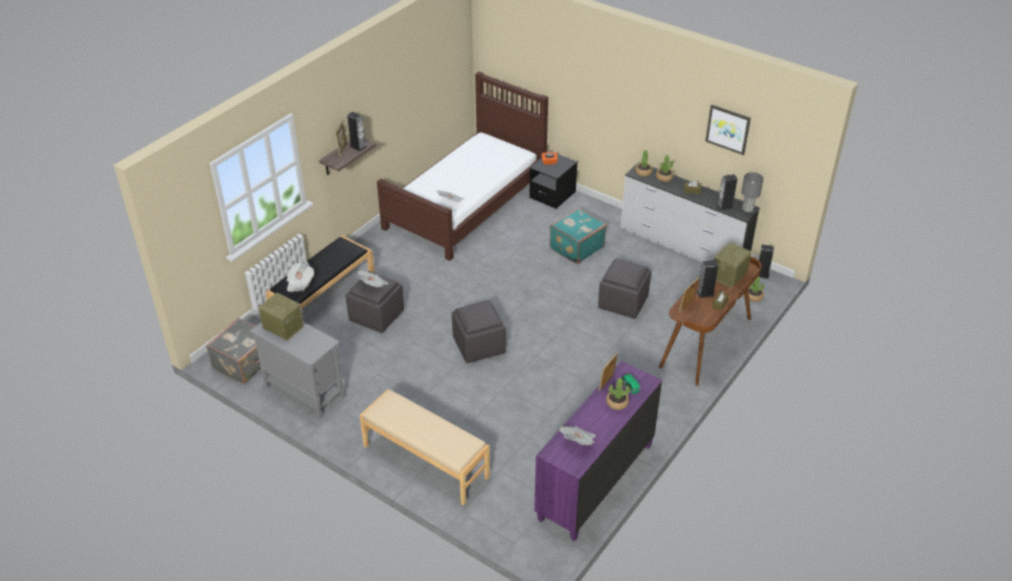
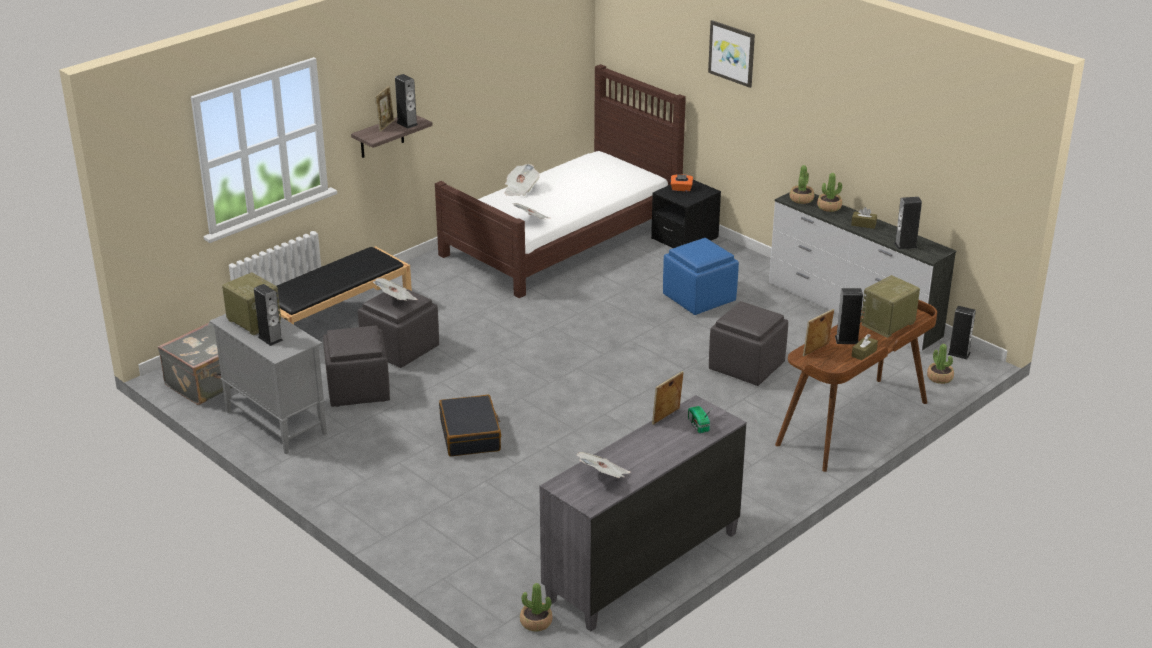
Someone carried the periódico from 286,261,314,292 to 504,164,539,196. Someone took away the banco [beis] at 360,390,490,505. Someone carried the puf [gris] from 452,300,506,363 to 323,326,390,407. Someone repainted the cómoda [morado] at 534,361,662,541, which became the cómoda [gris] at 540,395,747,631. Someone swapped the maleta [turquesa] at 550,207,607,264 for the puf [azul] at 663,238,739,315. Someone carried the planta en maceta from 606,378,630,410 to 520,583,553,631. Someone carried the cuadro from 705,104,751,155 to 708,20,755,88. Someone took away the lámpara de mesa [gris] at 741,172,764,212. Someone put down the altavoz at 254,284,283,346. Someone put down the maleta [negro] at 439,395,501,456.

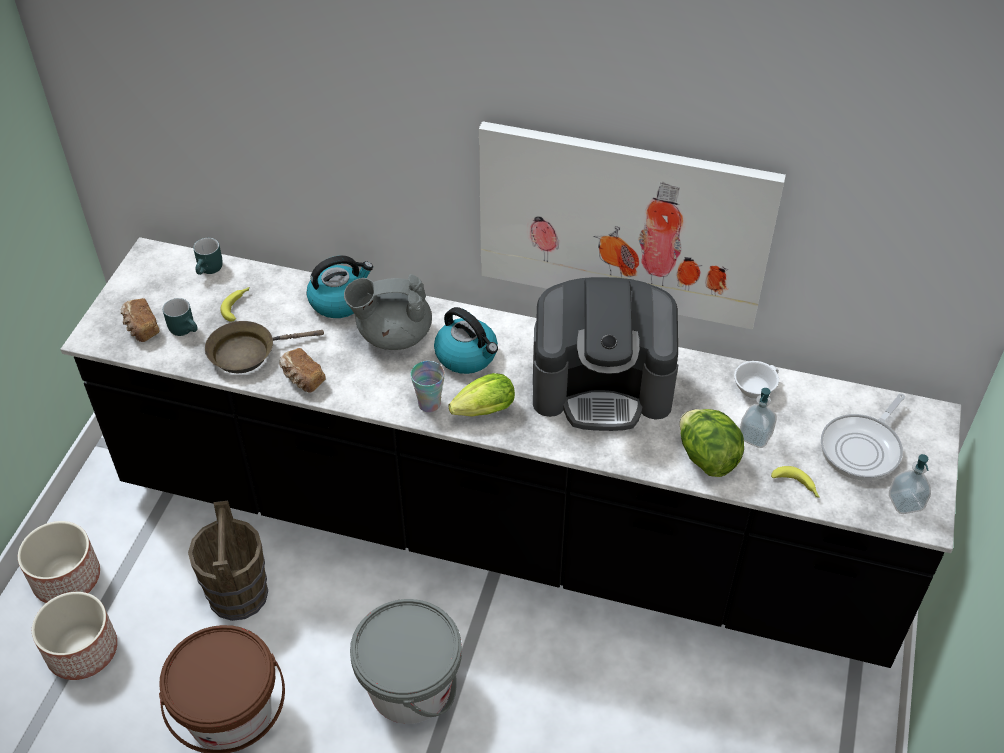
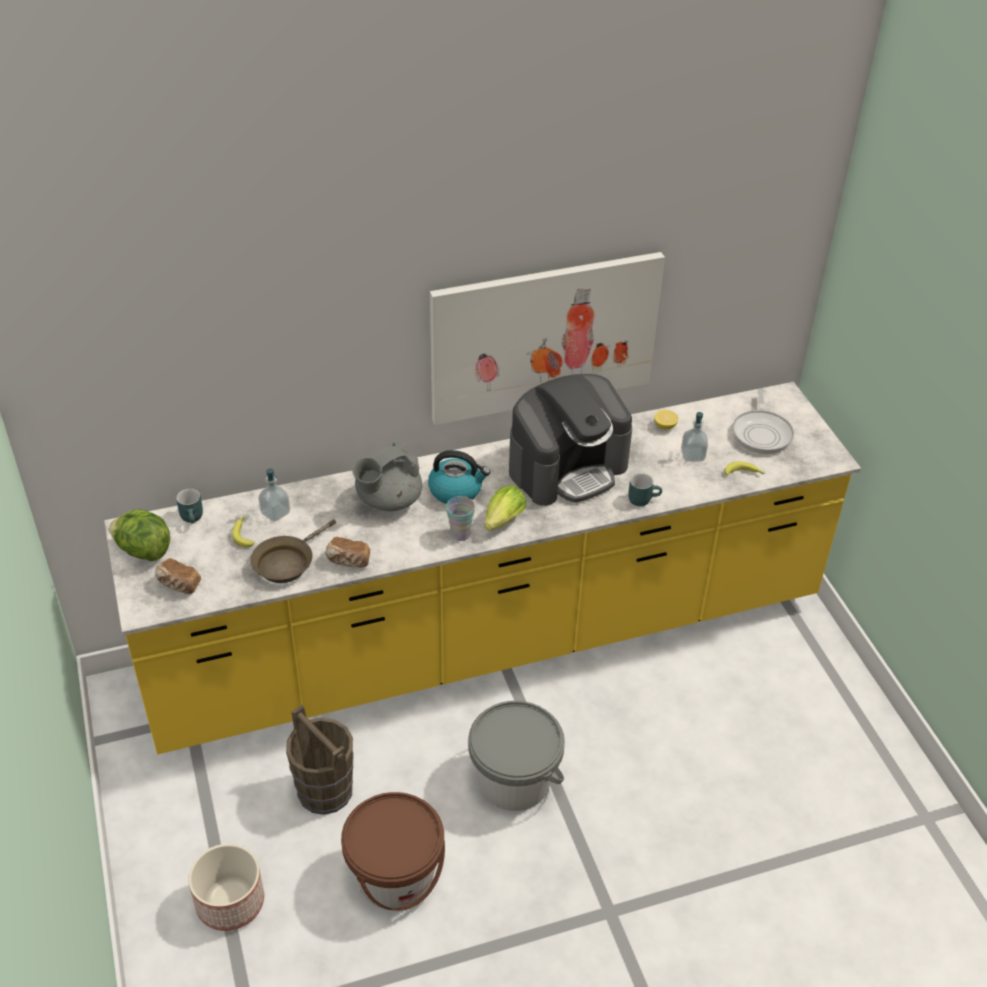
Someone took away the maceta at 18,521,100,603. Someone repainted the mueble bajo de cocina [negro] at 60,237,961,668, which became the mueble bajo de cocina [amarillo] at 104,382,861,754. Someone carried the taza grande [turquesa] from 163,298,198,336 to 628,473,662,506. Someone took away the hervidor at 307,255,373,318. Someone carried the lechuga from 680,409,744,477 to 109,509,170,561. Someone swapped the taza [blanco] at 734,361,779,400 for the limón at 654,410,679,430. Someone carried the dispensador de jabón from 889,454,931,514 to 258,468,290,522.

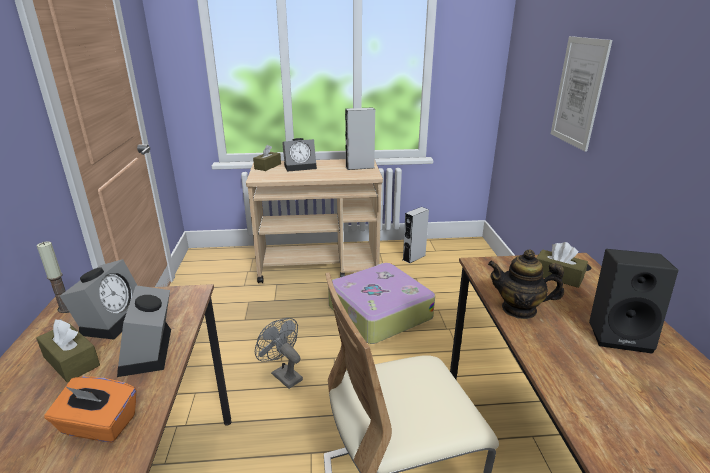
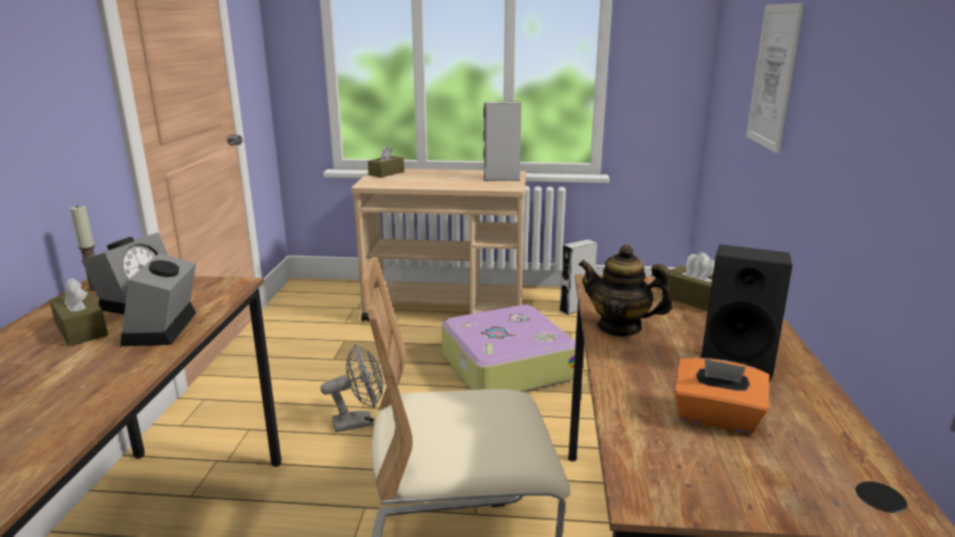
Someone carried the caja de pañuelos [naranja] from 45,376,136,442 to 674,357,770,434. Someone rotated the ventilador [gris] at 255,318,303,389 by 105 degrees clockwise. Someone took away the despertador at 282,138,317,172.

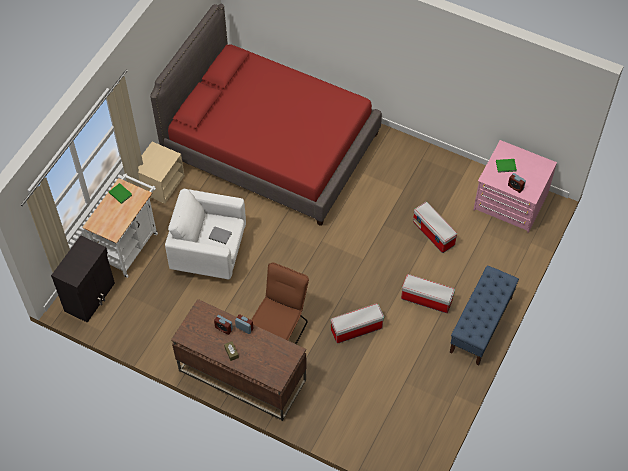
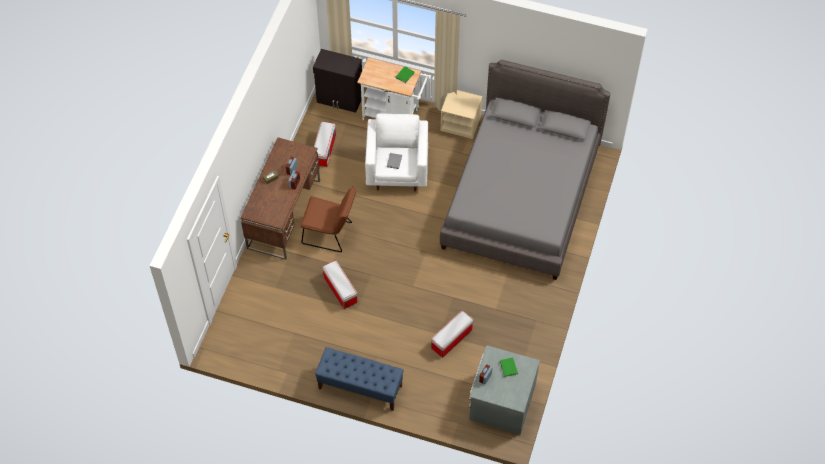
Someone repainted the cama [rojo] at 150,4,382,226, which became the cama [gris] at 440,60,611,280. Someone carried the caja de almacenaje from 401,274,455,313 to 314,122,336,167. Someone repainted the cómoda [rosa] at 474,140,557,233, which became the cómoda [gris] at 469,345,540,435.

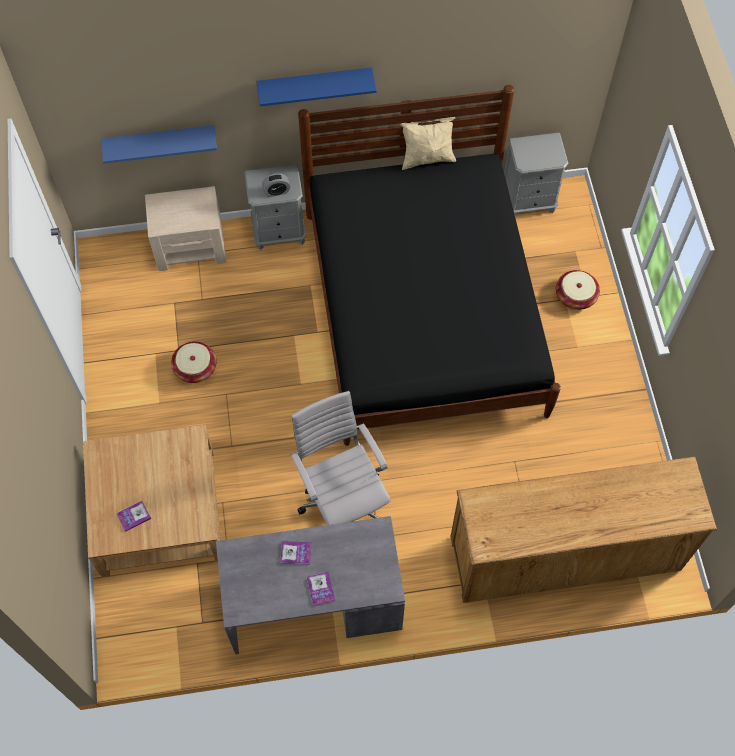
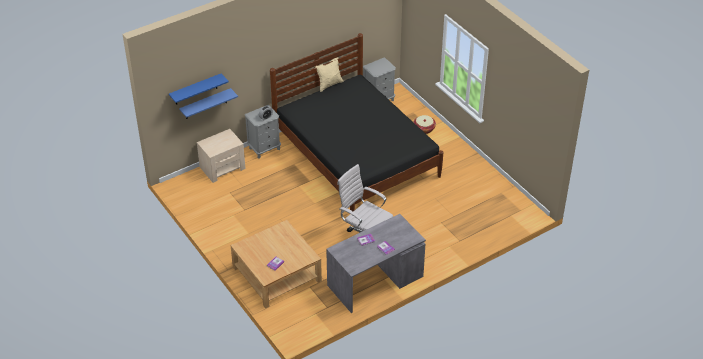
Someone took away the cesta at 171,341,217,383. Someone carried the estante [azul] from 256,67,377,106 to 169,74,229,105. Someone took away the cómoda [marrón] at 450,456,717,603.

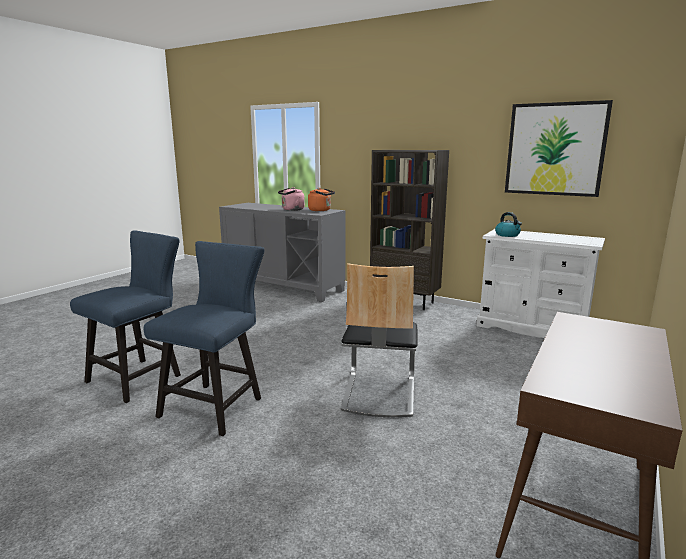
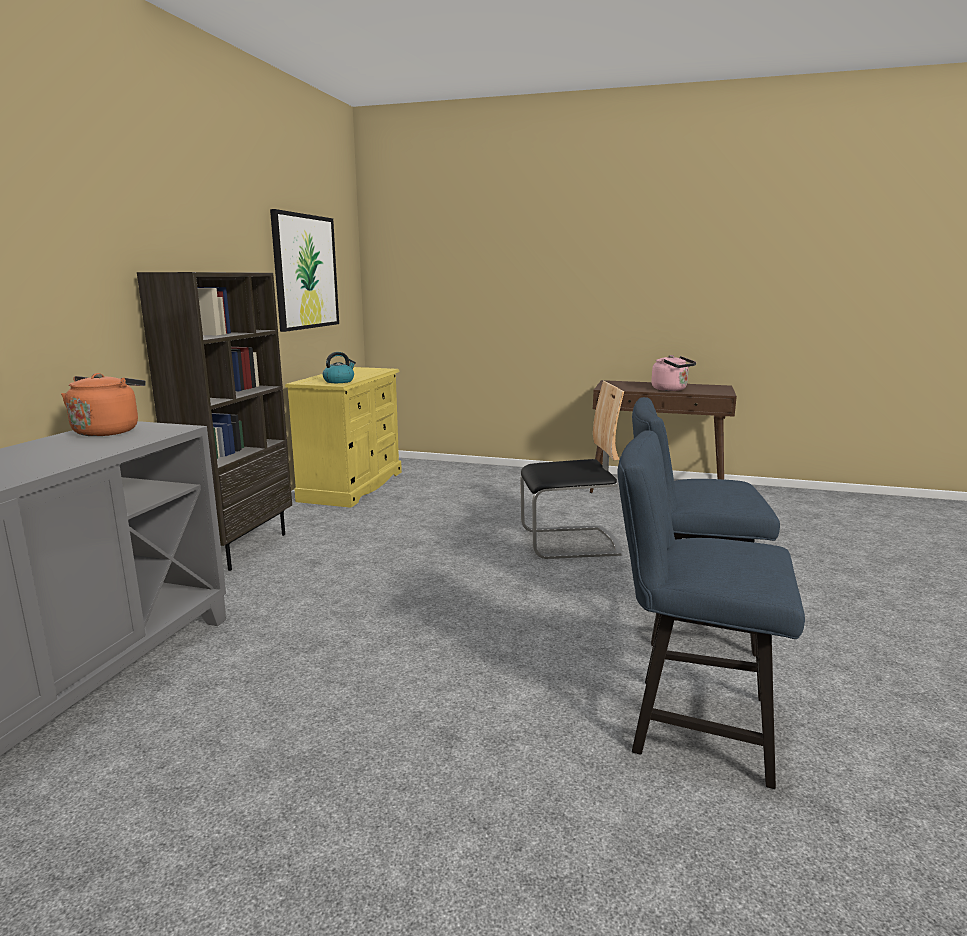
Someone carried the hervidor [rosa] from 278,187,305,211 to 651,355,696,391. Someone repainted the cómoda [blanco] at 476,229,605,338, which became the cómoda [amarillo] at 285,367,402,508.

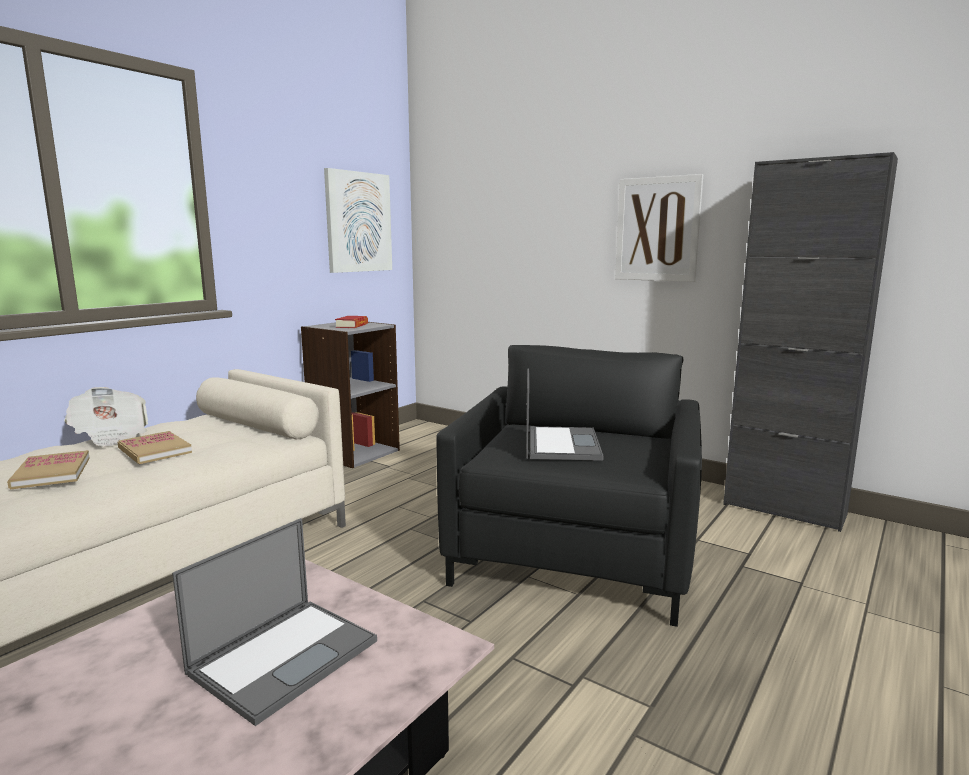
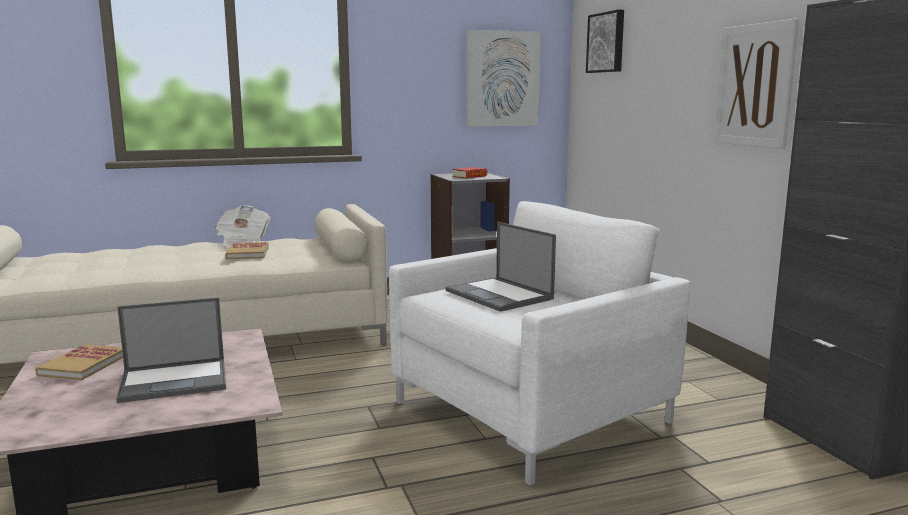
Someone carried the libro from 7,450,90,490 to 35,344,123,380. Someone repainted the sillón [negro] at 436,345,702,627, which became the sillón [blanco] at 389,201,691,485. Someone rotated the portátil at 526,369,604,461 by 105 degrees clockwise. Someone put up the cuadro at 586,9,624,73.

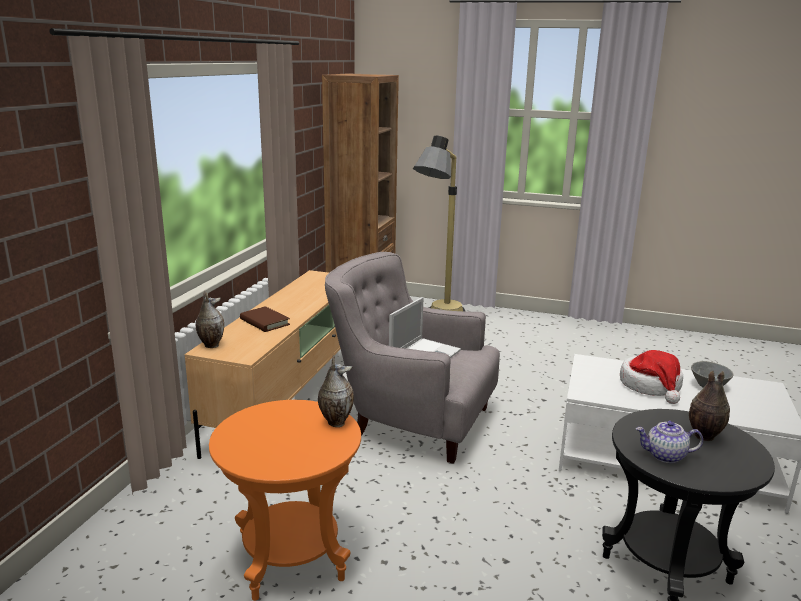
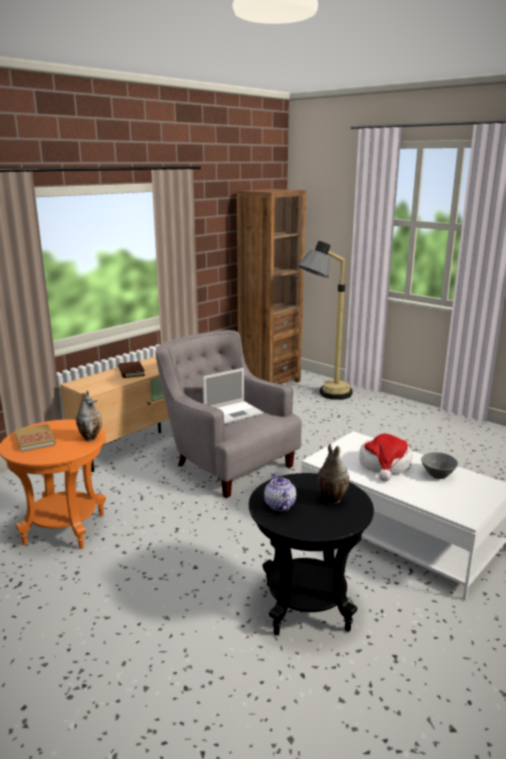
Someone took away the florero at 196,291,224,348. Someone rotated the tetera at 636,421,703,463 by 45 degrees clockwise. Someone put down the libro at 15,424,56,452.

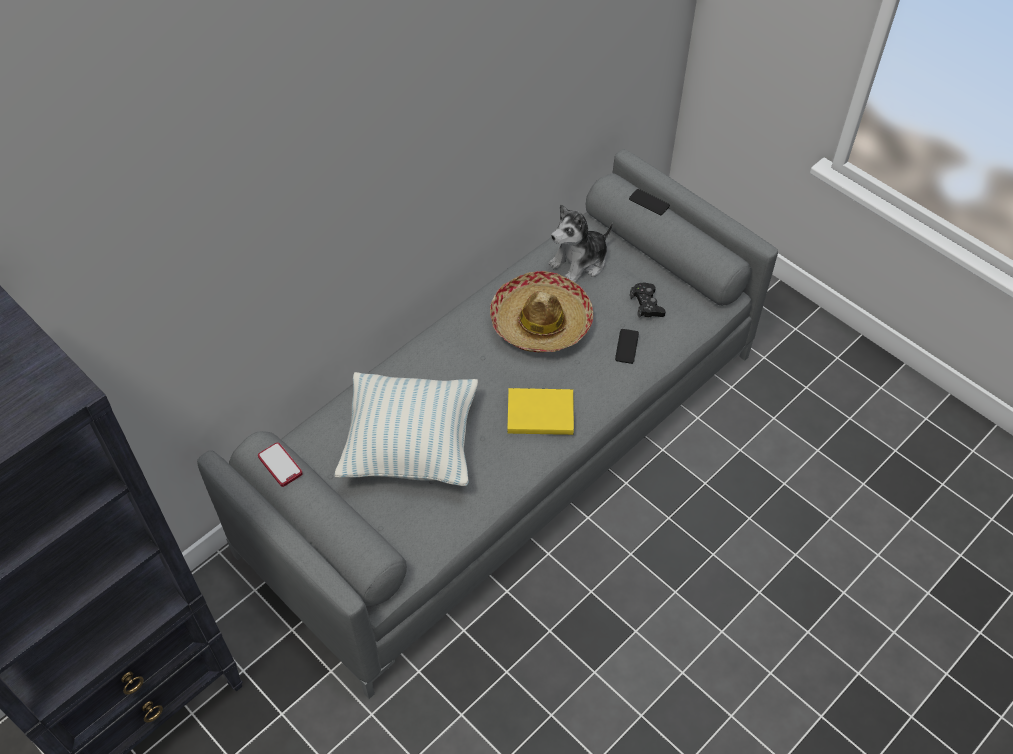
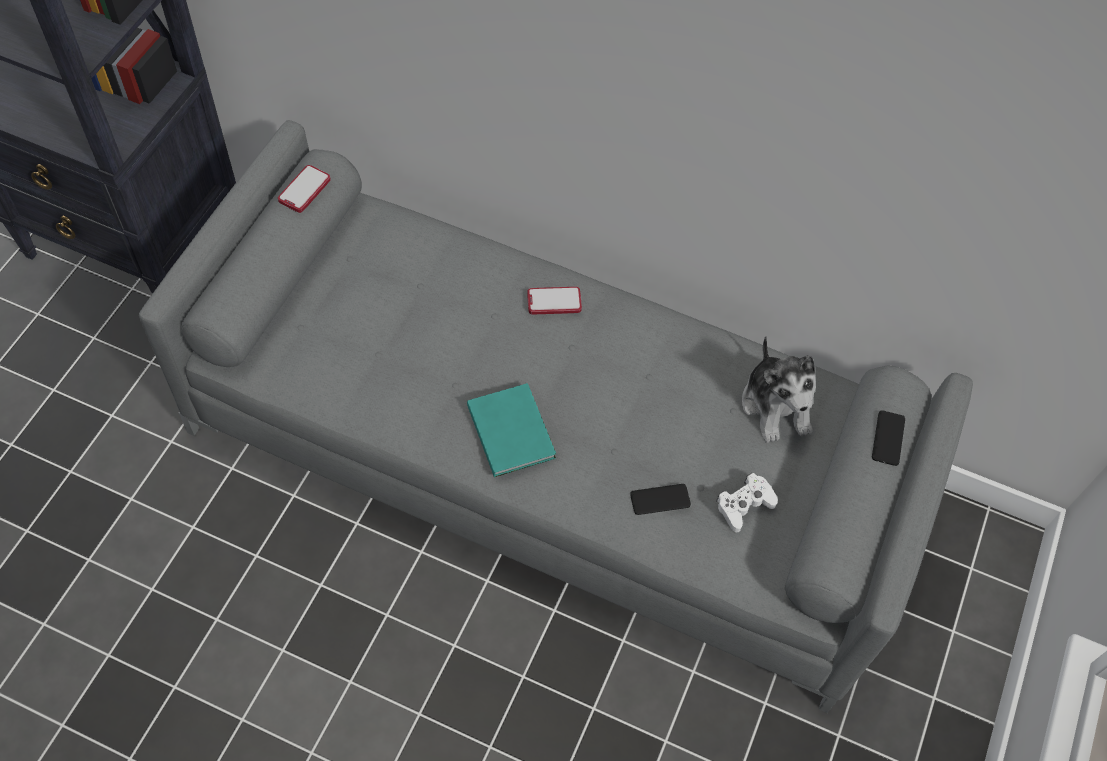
Someone took away the cojín at 334,372,478,486. Someone took away the sombrero at 490,271,593,352. Someone repainted the libro [amarillo] at 507,388,574,435, which became the libro [turquesa] at 467,383,556,477. Someone rotated the peluche at 548,204,613,282 by 135 degrees counterclockwise. Someone repainted the mando de consola [negro] at 630,282,666,318, which became the mando de consola [blanco] at 716,473,778,532. Someone put down the móvil at 527,287,582,314.

